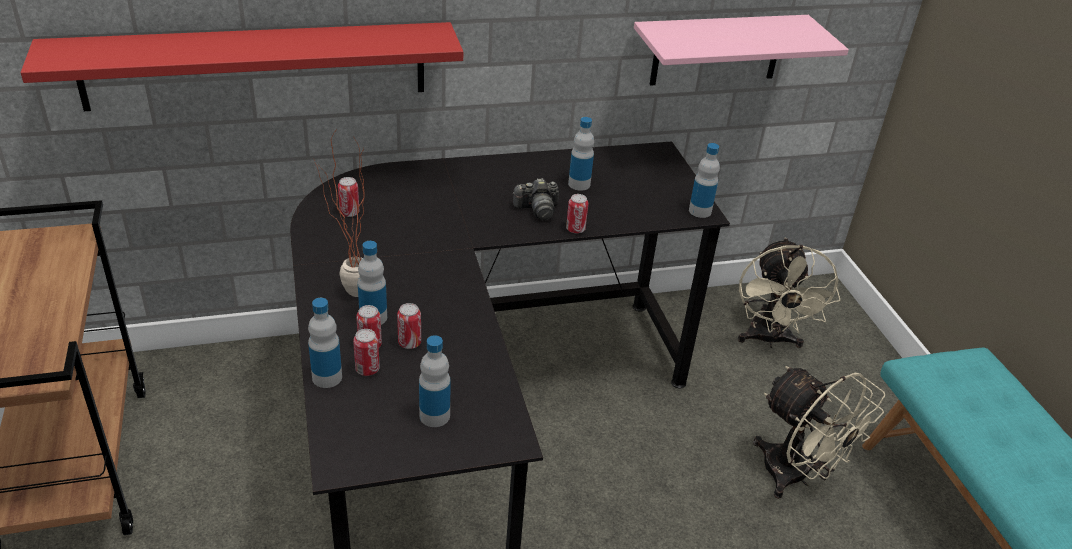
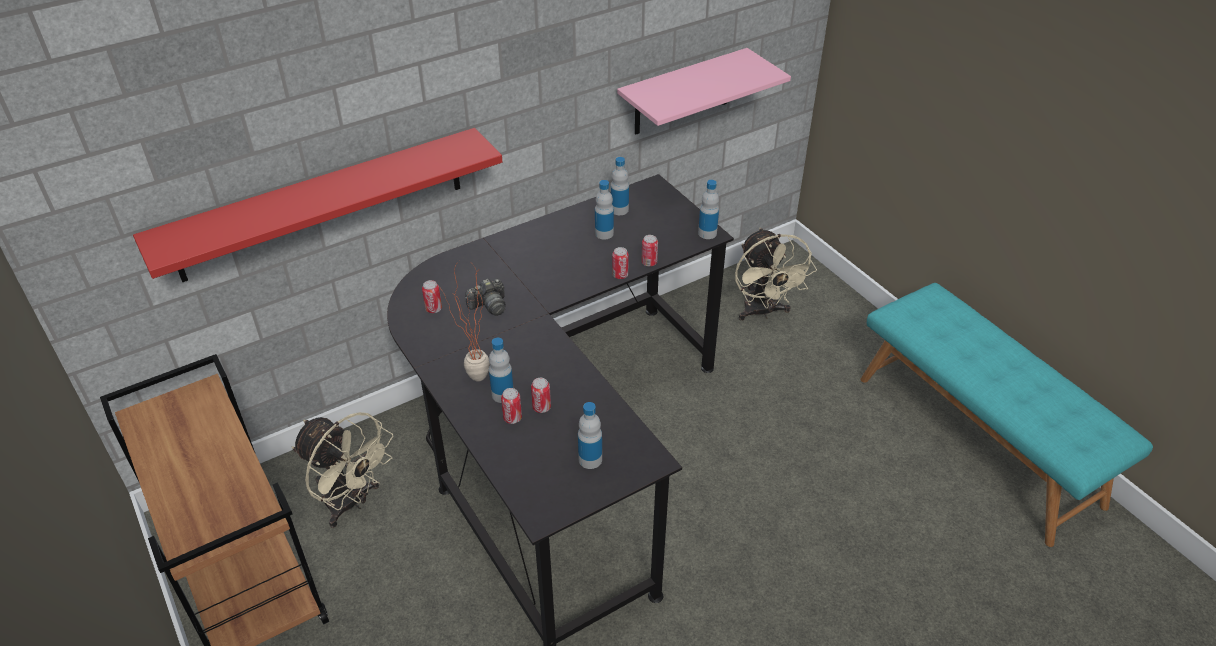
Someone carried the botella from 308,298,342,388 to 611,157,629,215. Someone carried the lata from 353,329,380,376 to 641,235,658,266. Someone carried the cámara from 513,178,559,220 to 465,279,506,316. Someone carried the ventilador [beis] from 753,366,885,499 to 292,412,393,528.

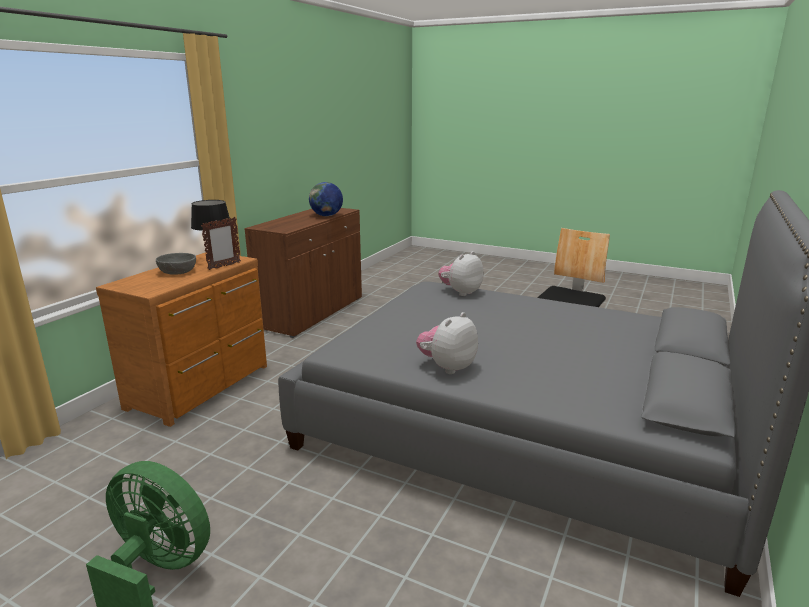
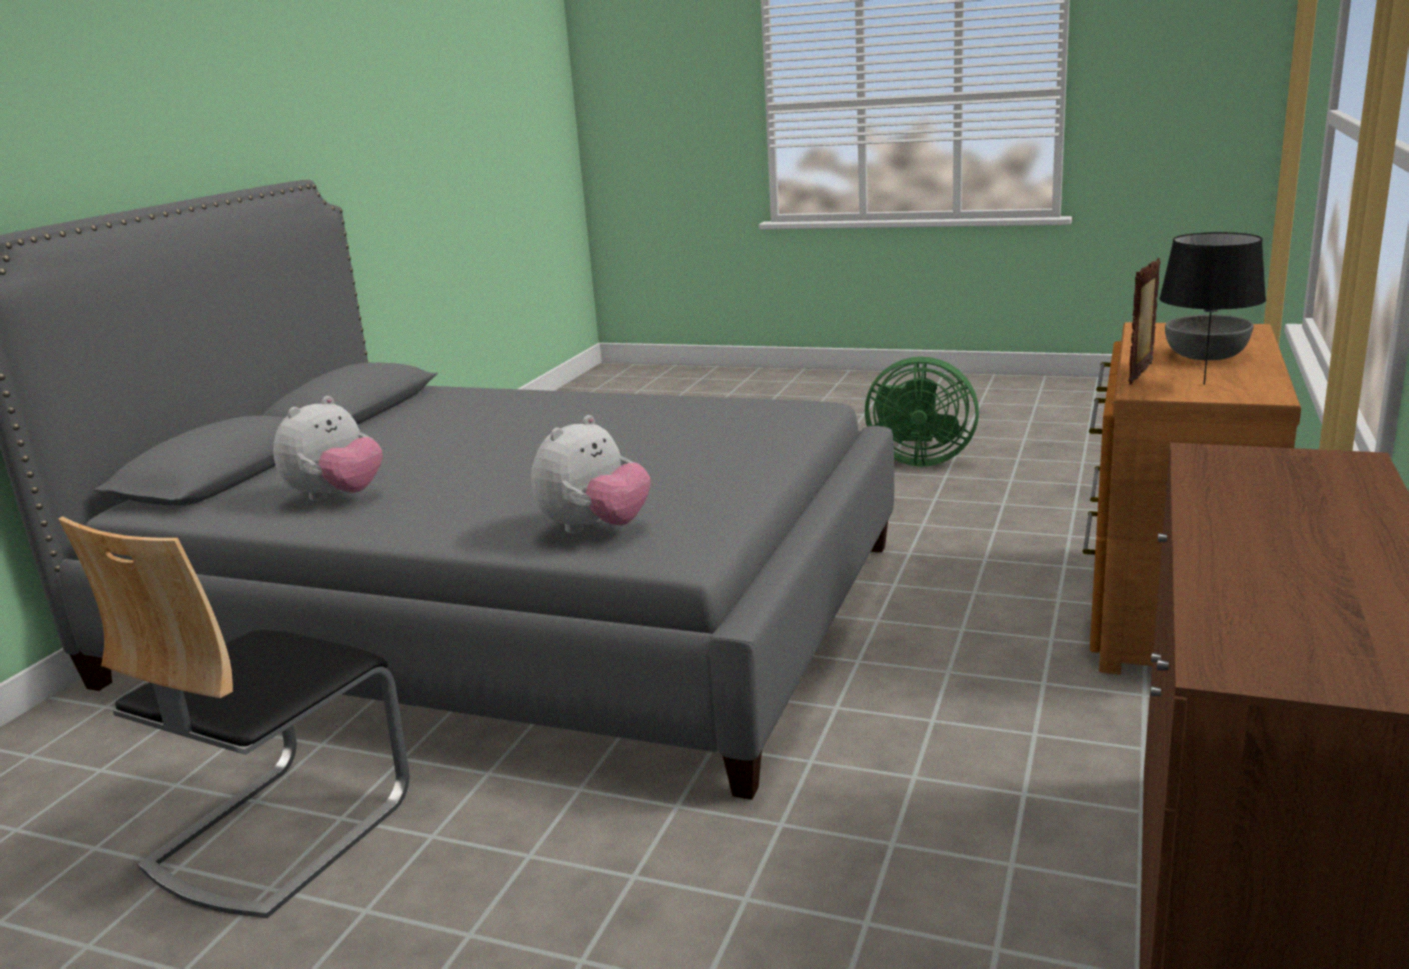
Someone took away the globo terráqueo at 309,182,343,216. Someone carried the peluche from 416,312,478,374 to 273,396,382,501.

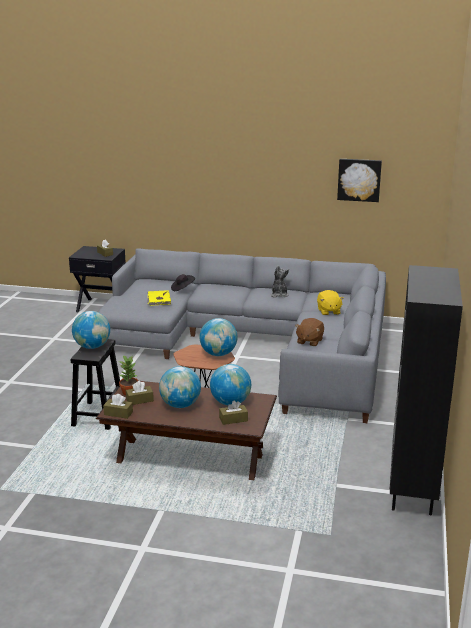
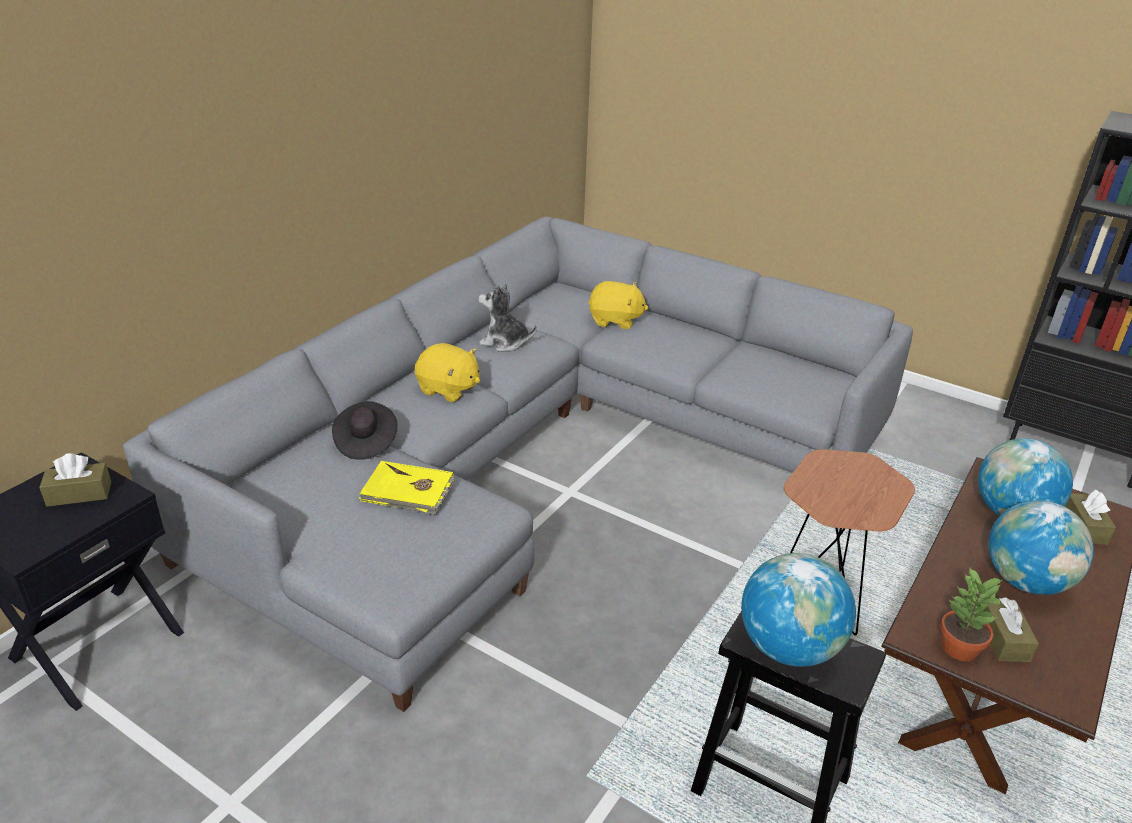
Someone took away the caja de pañuelos [marrón] at 103,394,133,419. Someone took away the globo terráqueo at 199,318,238,356. Someone took away the peluche [marrón] at 295,318,324,346. Someone took away the cuadro at 337,159,382,202. Someone put down the peluche [amarillo] at 415,343,480,402.

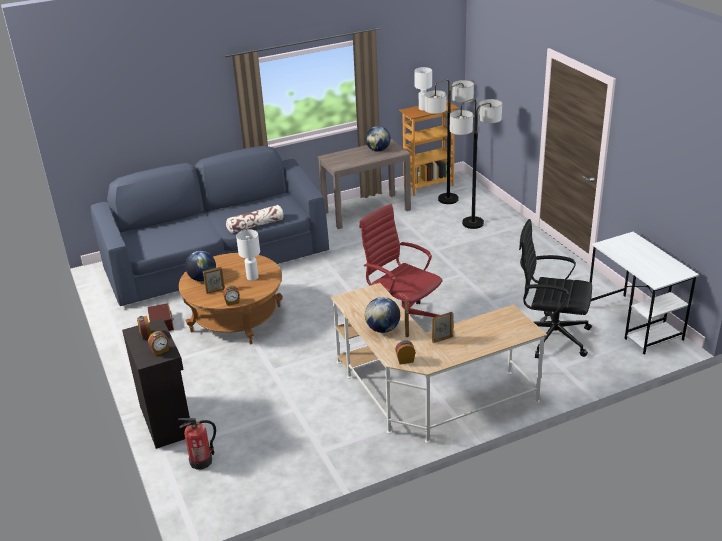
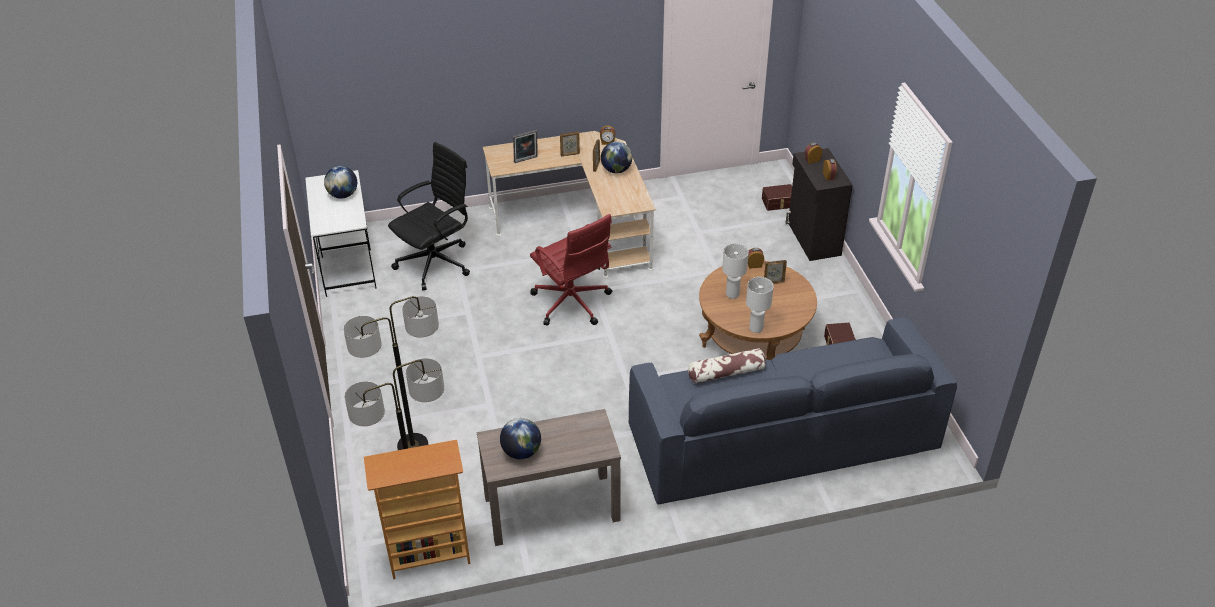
Someone swapped the extintor at 178,418,216,470 for the caja de almacenaje [marrón] at 762,184,792,211. Someone carried the globo terráqueo from 185,251,216,281 to 324,166,357,199. Someone carried the lámpara de mesa [blanco] from 414,67,432,111 to 746,277,774,333. Someone rotated the silla de oficina [negro] at 519,219,592,358 by 75 degrees counterclockwise. Someone put down the portarretratos at 513,130,538,163.

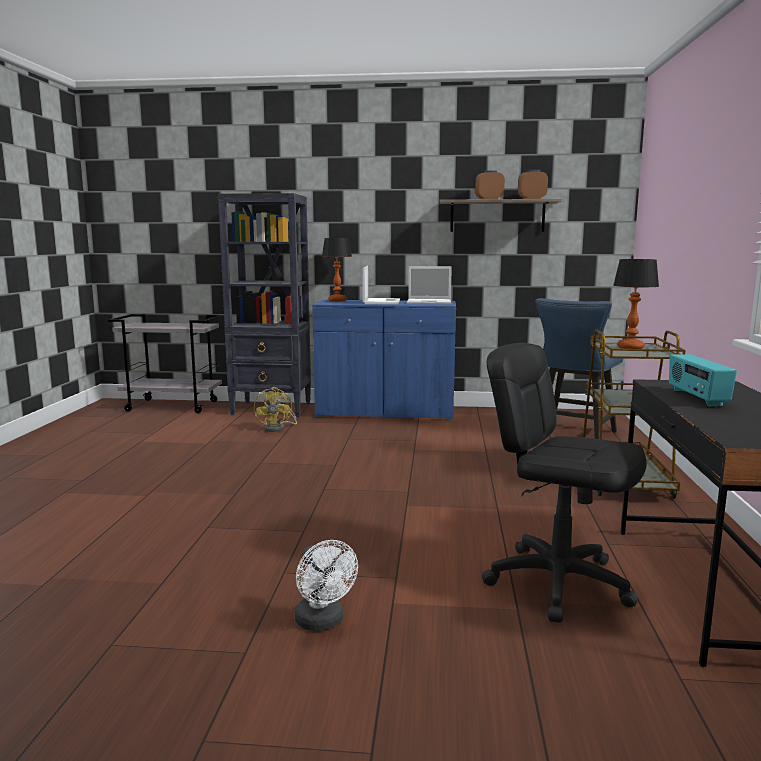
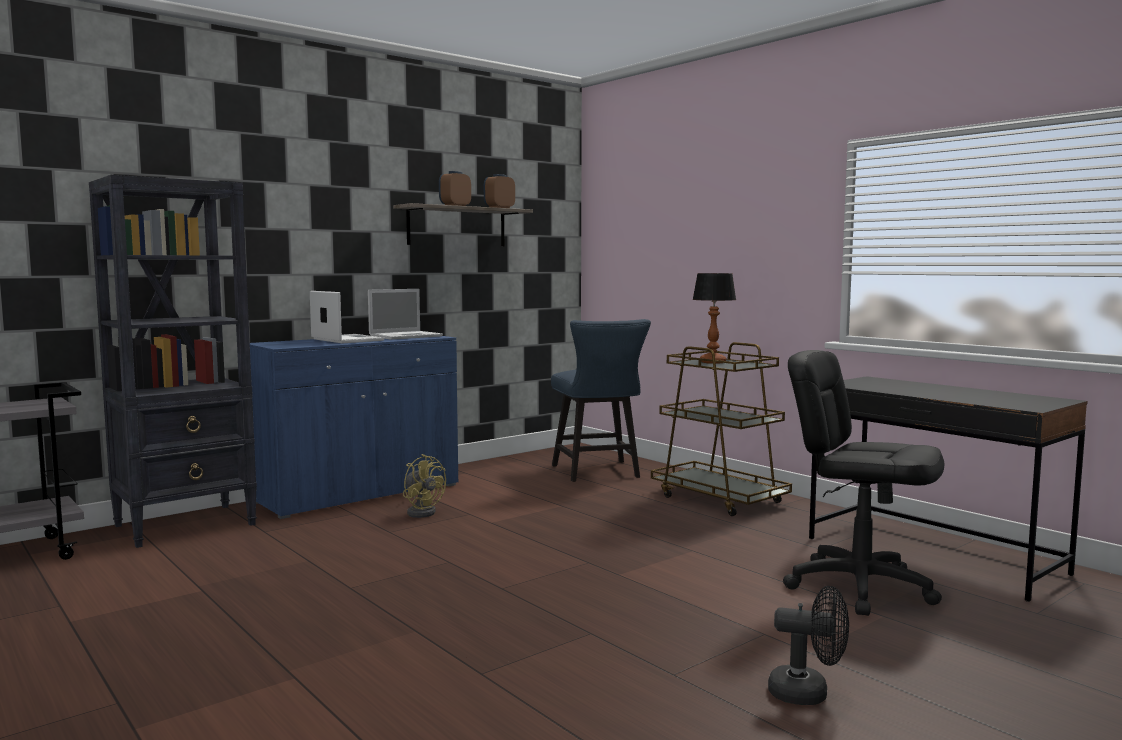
Someone carried the ventilador [amarillo] from 254,387,297,432 to 403,454,446,518. Someone repainted the ventilador [blanco] at 295,540,358,631, which became the ventilador [negro] at 768,586,849,705. Someone took away the lámpara de mesa at 322,238,352,302. Someone rotated the silla de oficina [negro] at 482,343,647,623 by 45 degrees clockwise. Someone took away the radio at 669,354,737,407.

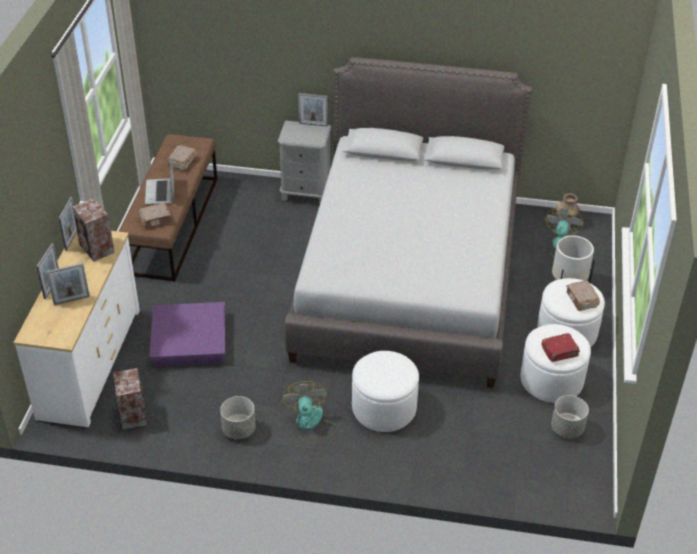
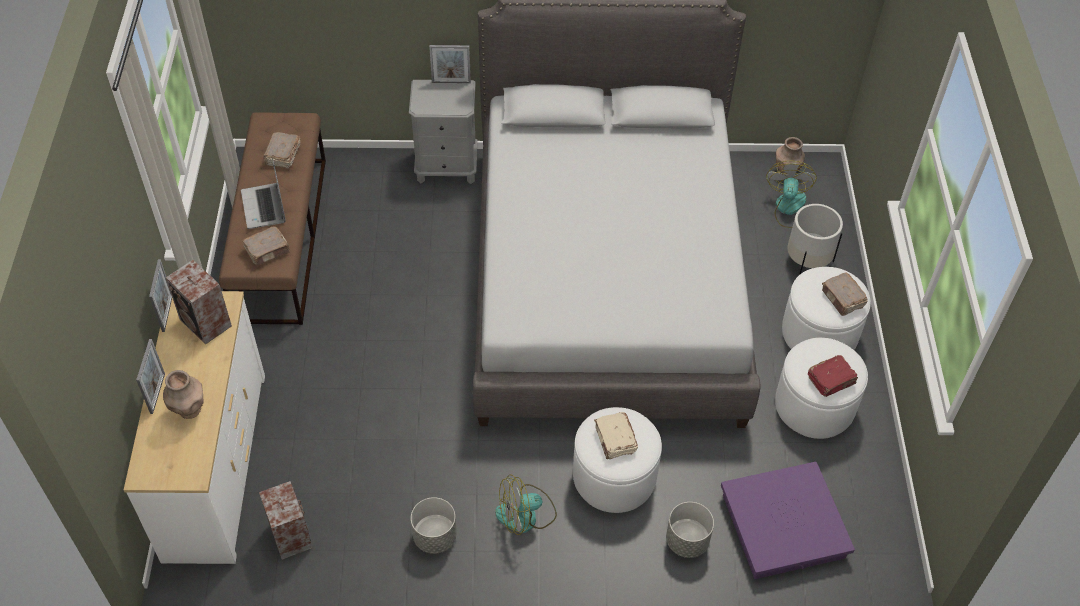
Someone swapped the portarretratos at 46,263,90,305 for the florero [marrón] at 163,370,204,419. Someone carried the caja de almacenaje [morado] from 149,302,225,367 to 721,462,855,579. Someone rotated the ventilador at 281,381,338,443 by 90 degrees counterclockwise. Someone carried the maceta [gris] from 551,395,589,438 to 666,502,714,558. Someone put down the libro [beis] at 594,412,638,459.

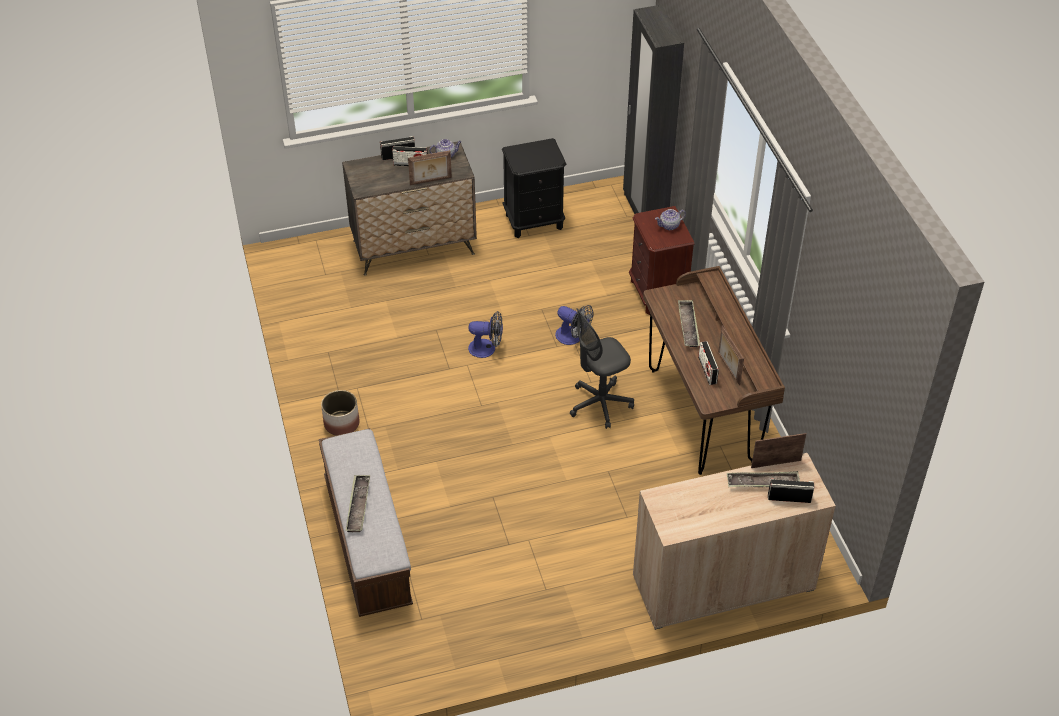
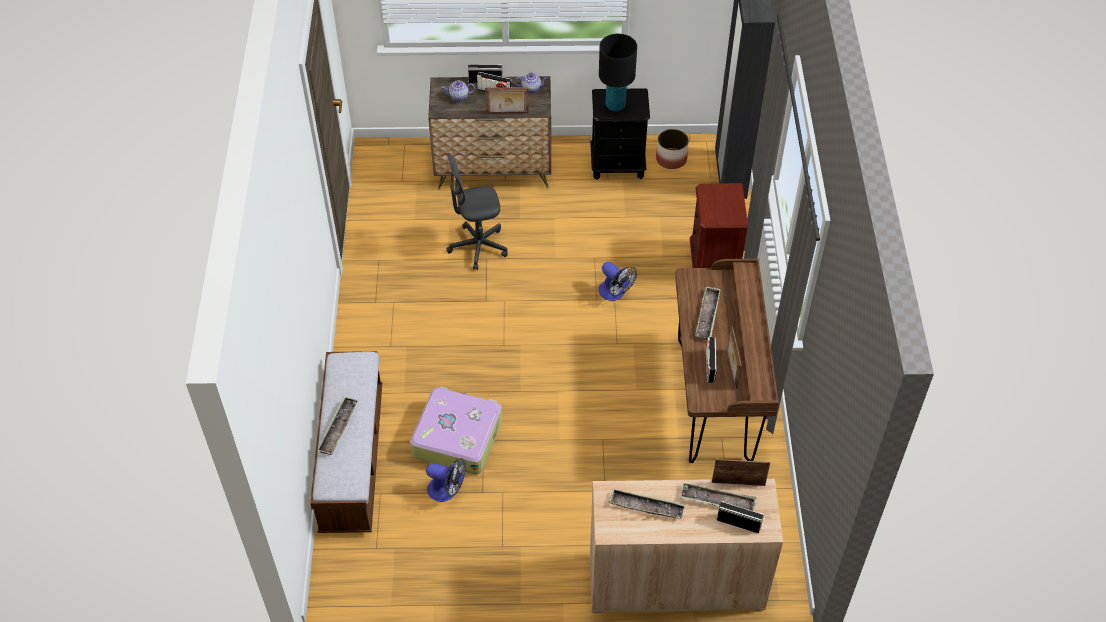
Someone carried the maceta from 321,390,360,435 to 656,129,689,169. Someone carried the ventilador from 468,311,503,358 to 426,458,466,502. Someone carried the silla de oficina [gris] from 570,308,634,429 to 447,153,508,270. Someone carried the tetera from 655,209,686,230 to 441,81,475,101. Someone put down the maleta at 410,387,502,474. Someone put down the lámpara de mesa [negro] at 599,34,637,111. Someone put down the bandeja at 609,489,685,519.

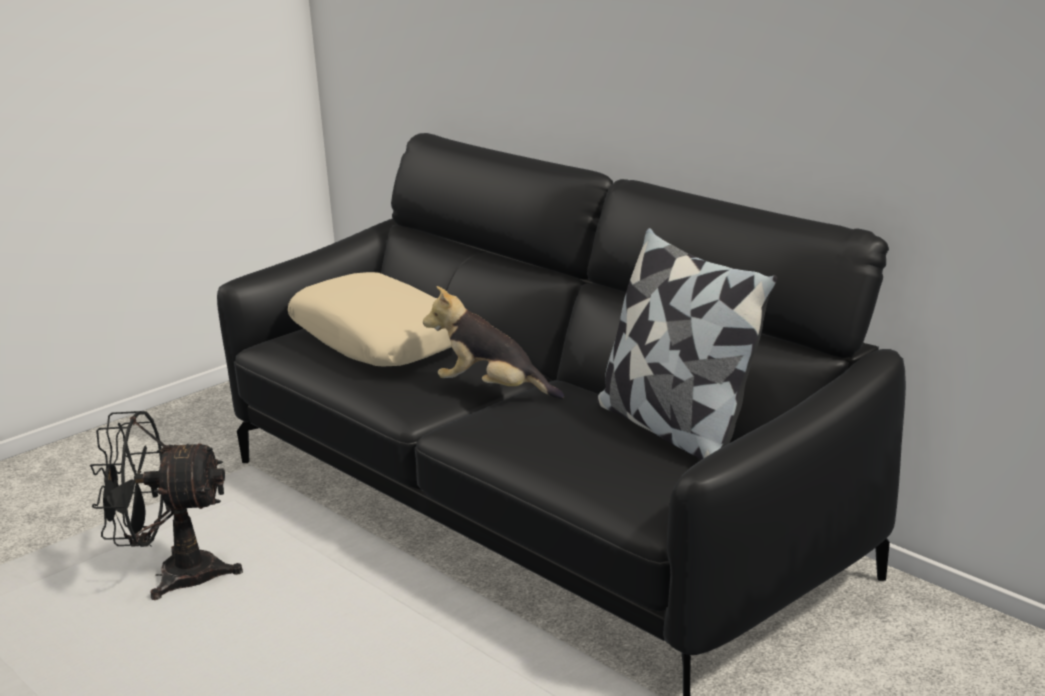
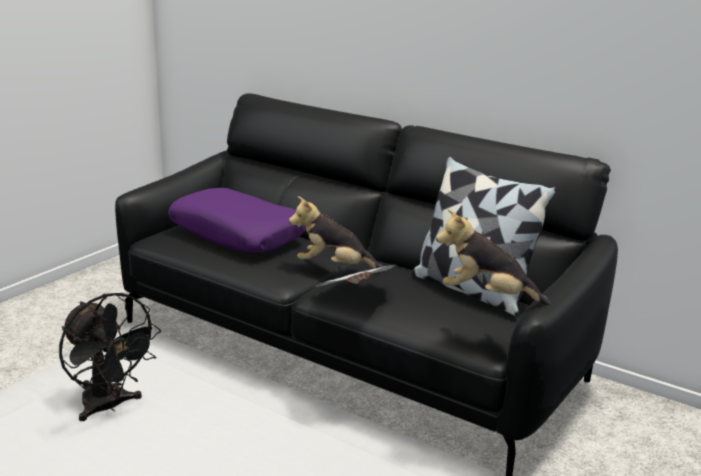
Someone rotated the ventilador [negro] at 90,411,243,600 by 120 degrees counterclockwise. Someone repainted the cojín [beis] at 288,272,452,367, which became the cojín [morado] at 168,188,306,252. Someone put down the periódico at 316,265,395,287. Someone put down the peluche at 436,209,551,305.

